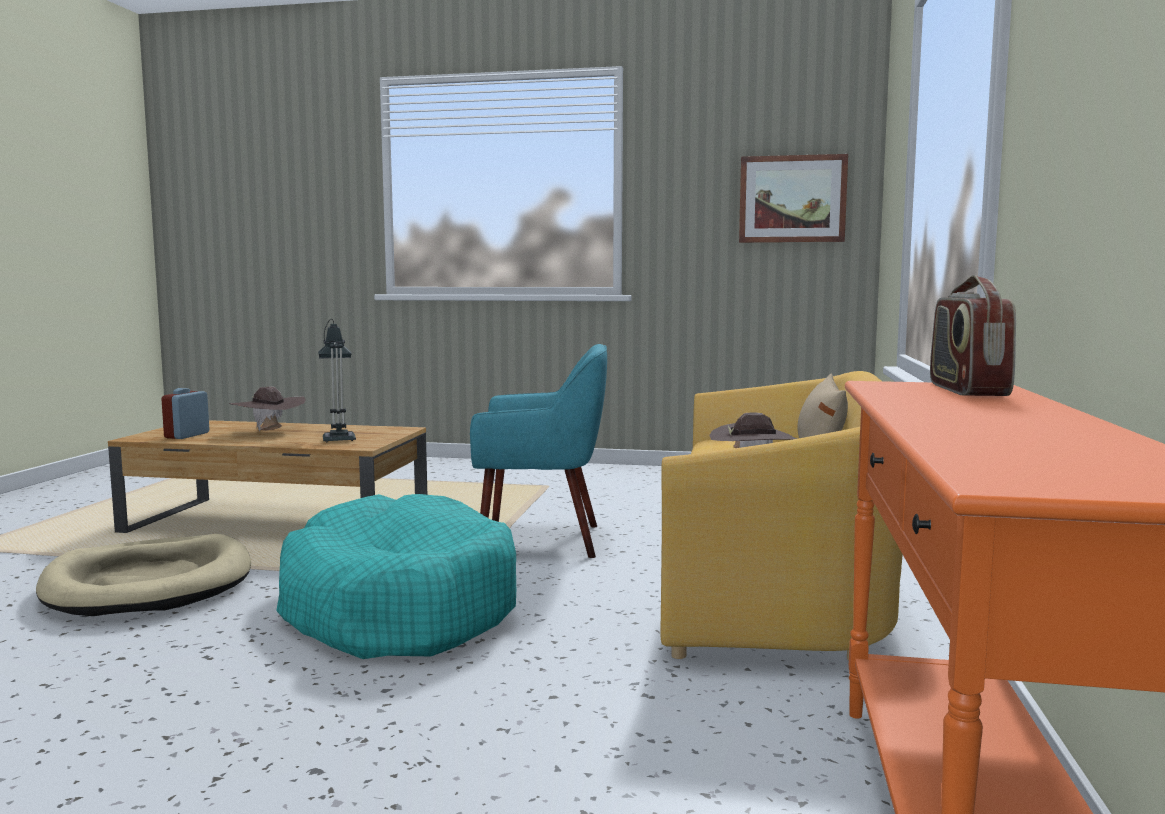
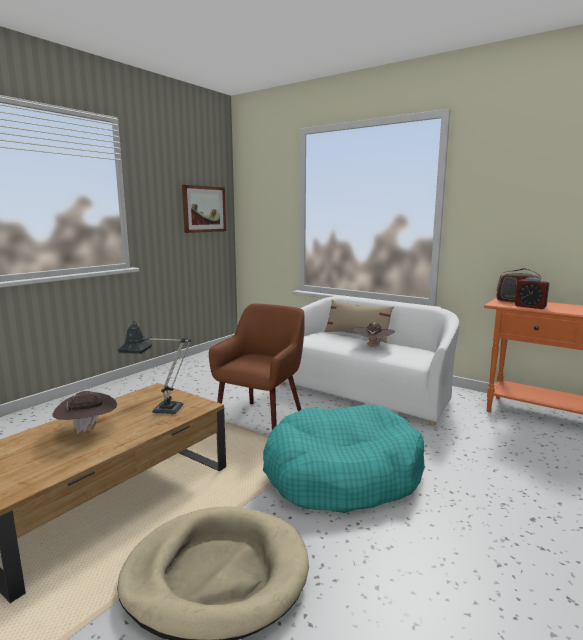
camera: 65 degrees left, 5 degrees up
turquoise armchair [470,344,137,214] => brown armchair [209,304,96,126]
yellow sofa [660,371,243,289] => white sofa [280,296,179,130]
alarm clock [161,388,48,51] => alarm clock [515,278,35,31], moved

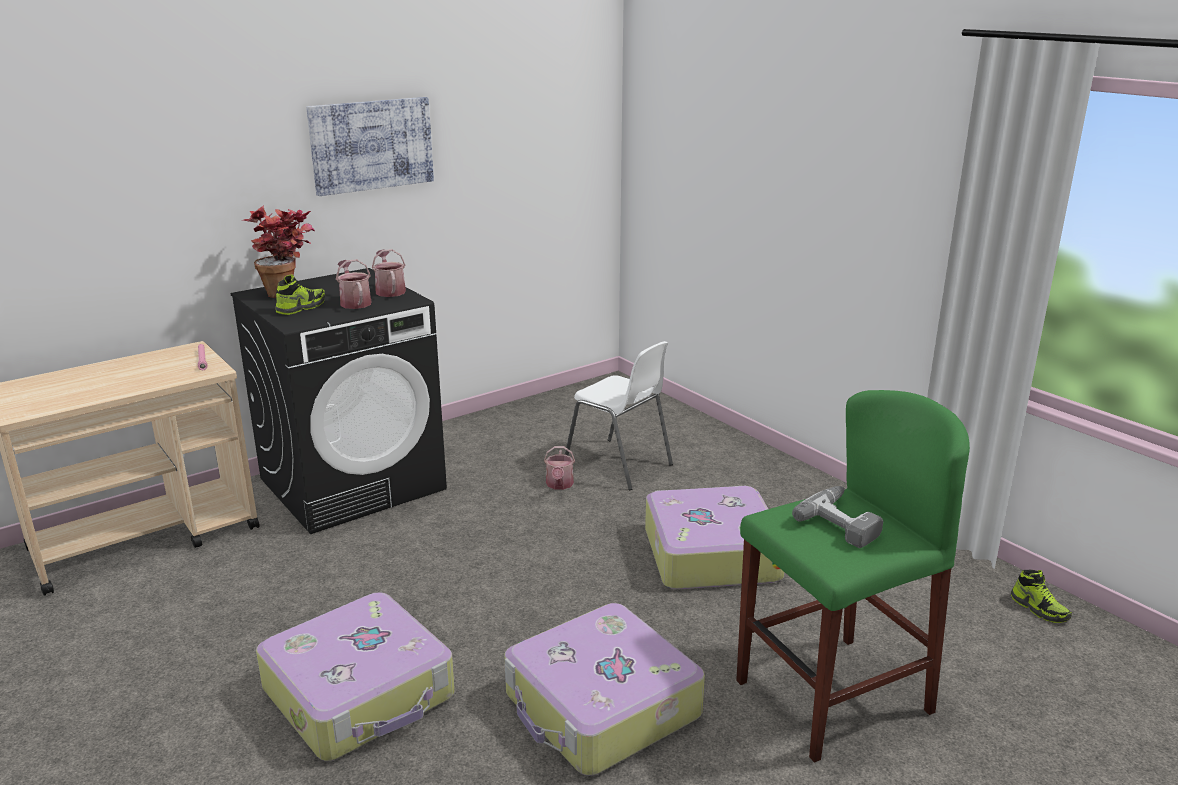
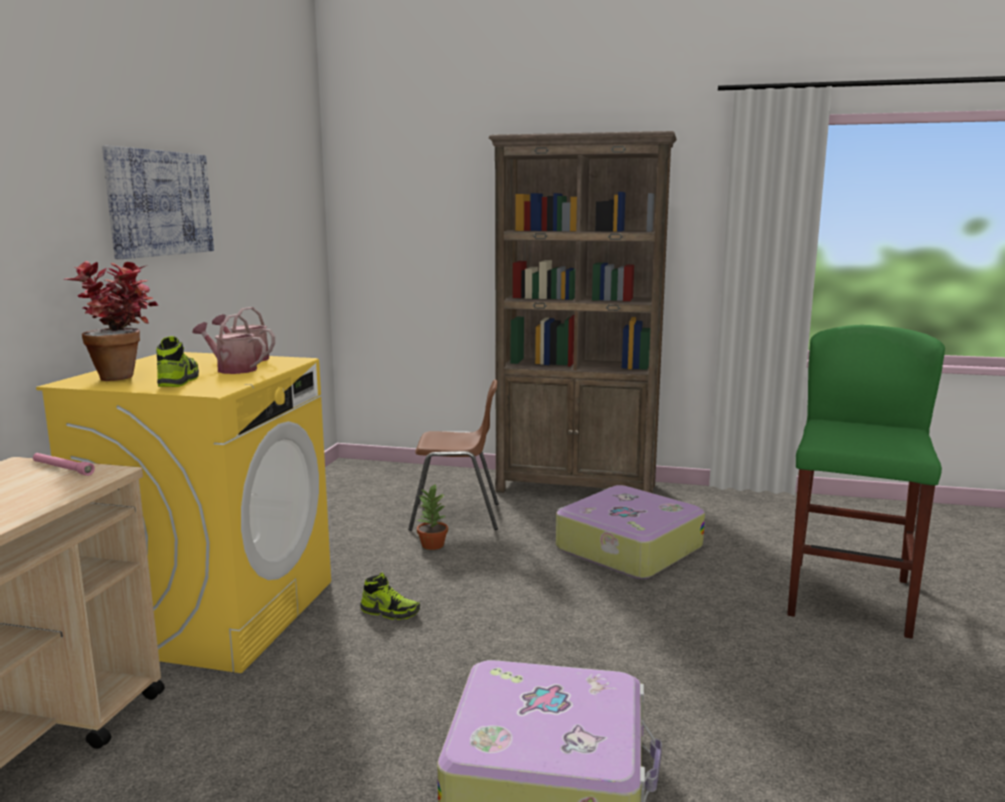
camera: 40 degrees left, 10 degrees down
black washing machine [230,268,217,266] => yellow washing machine [36,352,295,321]
shoe [1011,570,61,53] => shoe [360,573,60,47], moved
white chair [565,341,108,149] => brown chair [408,379,91,152]
watering can [544,446,31,44] => potted plant [417,485,31,65]
nothing => brown bookcase [489,131,188,362]
suitcase [504,603,201,173] => nothing
power drill [792,486,91,62] => nothing

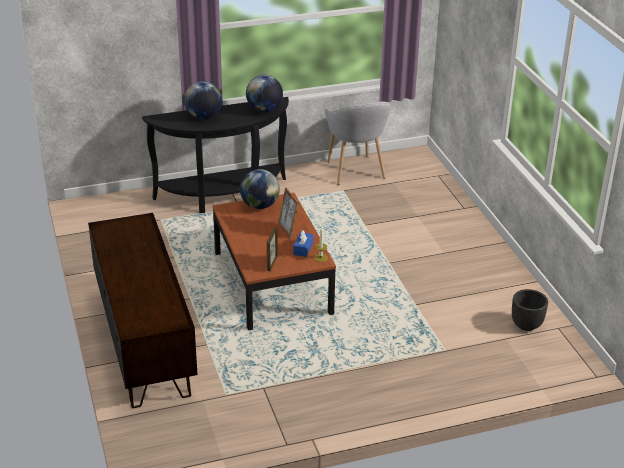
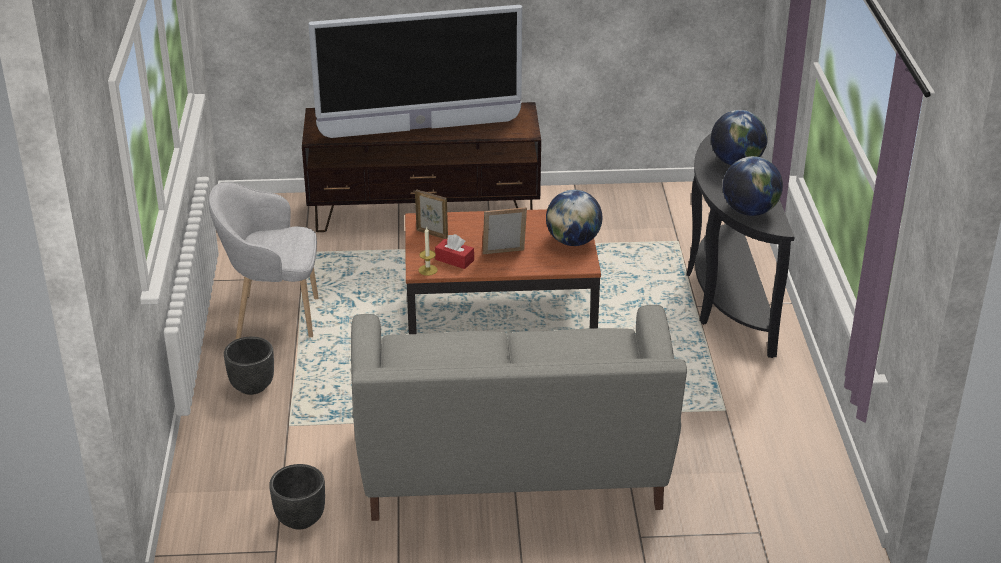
camera: 105 degrees right, 0 degrees up
grey armchair [325,102,66,83] => grey armchair [209,182,110,157], moved
nothing => black planter [224,336,50,59]
nothing => television [308,5,214,133]
nothing => grey sofa [351,305,336,216]
blue tissue box [293,230,20,27] => red tissue box [435,234,39,35]

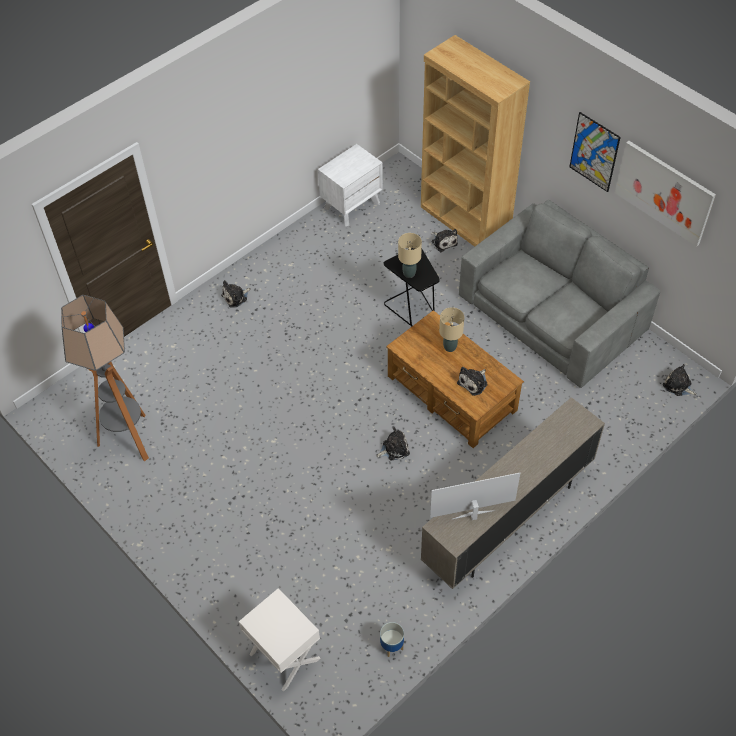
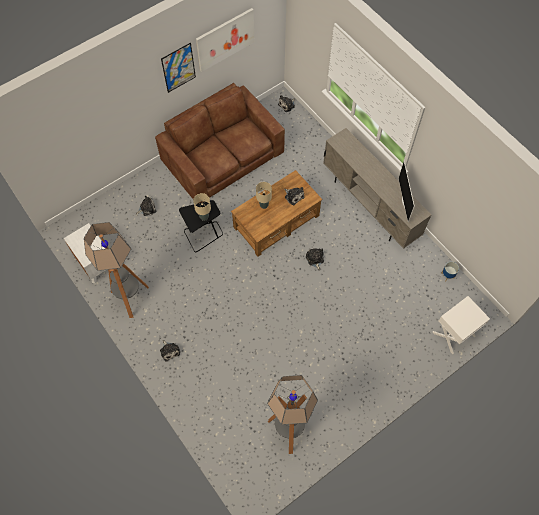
camera: 85 degrees left, 10 degrees up
nothing => floor lamp [84,222,65,96]
grey sofa [459,200,201,188] => brown sofa [155,83,130,121]
brown bookcase [421,35,109,212] => nothing

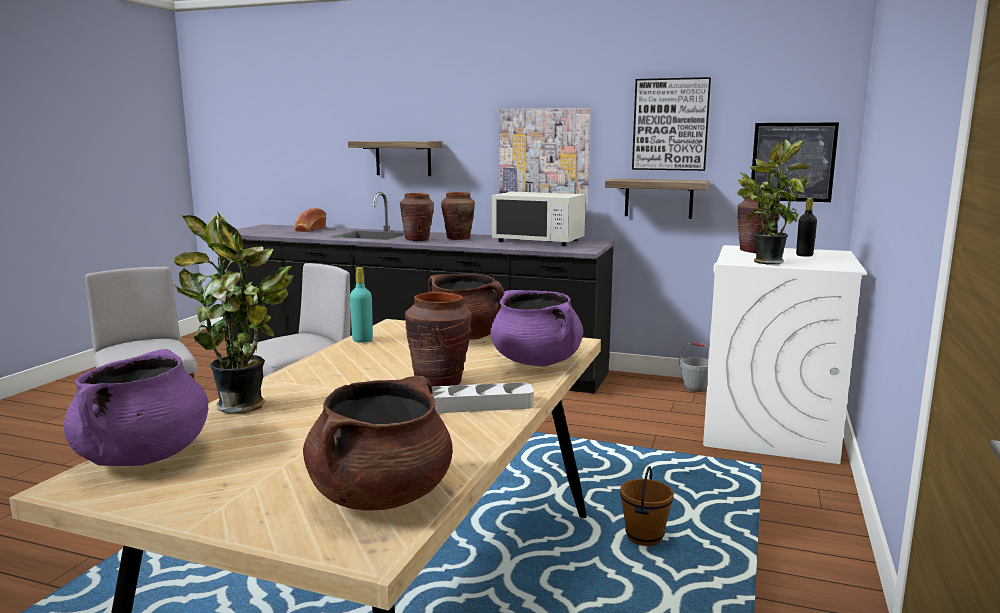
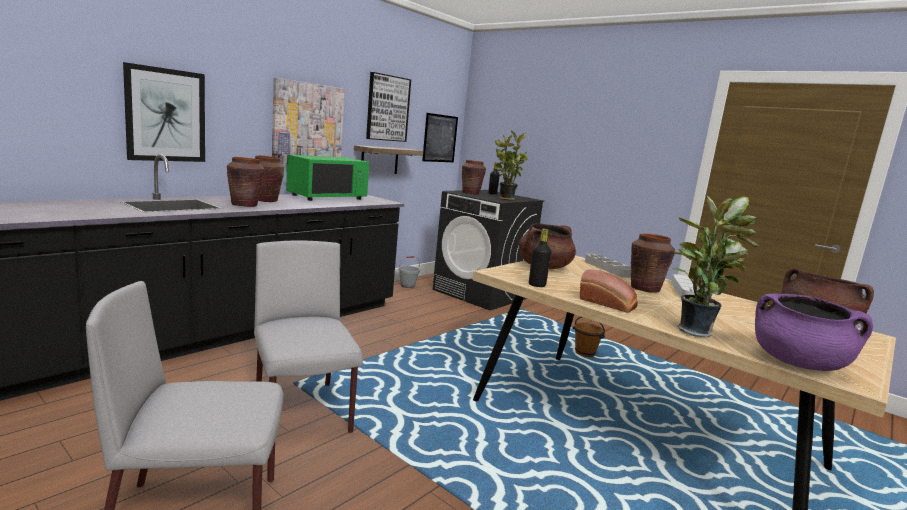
camera: 70 degrees left, 0 degrees up
shelf [348,141,94,35] => picture [123,62,82,100]
white microwave [492,192,94,54] => green microwave [286,155,83,46]
white washing machine [703,245,164,219] => black washing machine [433,190,111,120]
turquoise bottle [350,267,23,76] => black bottle [529,229,23,58]
bread [294,208,32,24] => bread [580,270,58,42], moved
purple cooking pot [490,290,93,77] => grey tray [585,254,46,24]

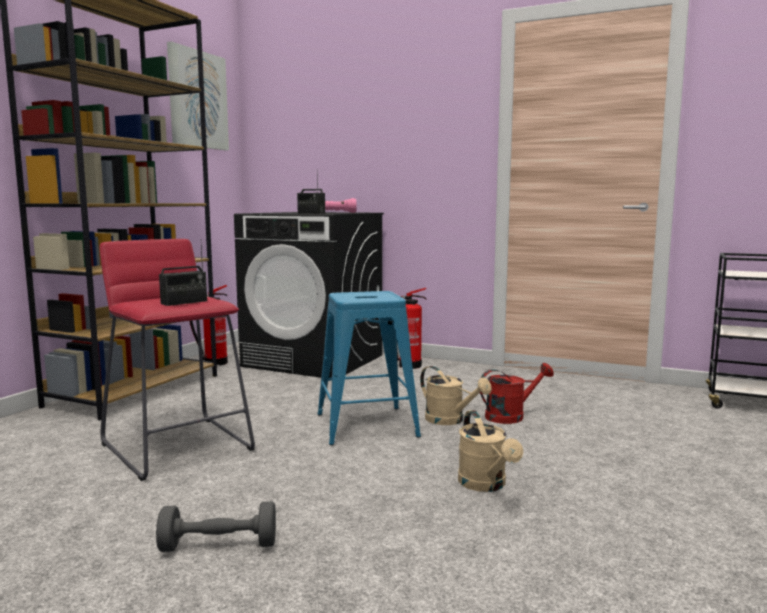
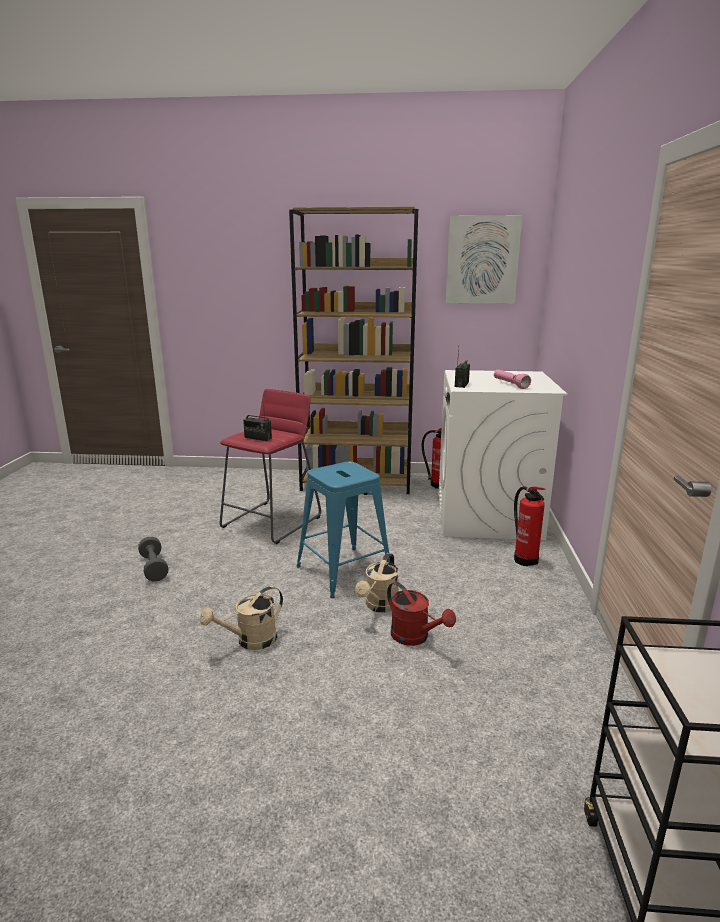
camera: 70 degrees right, 10 degrees up
black washing machine [234,212,150,166] => white washing machine [439,370,128,170]

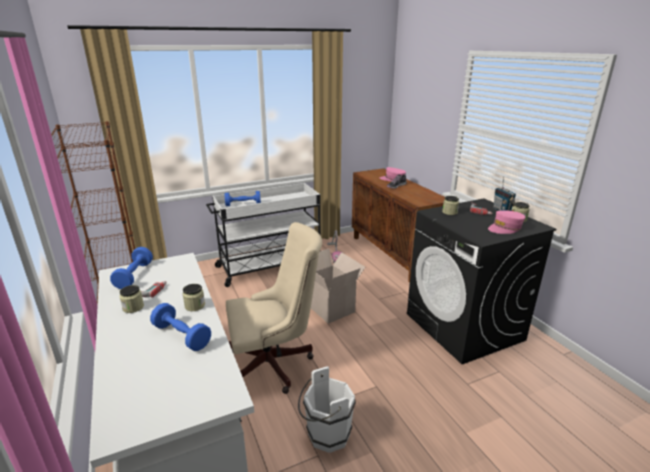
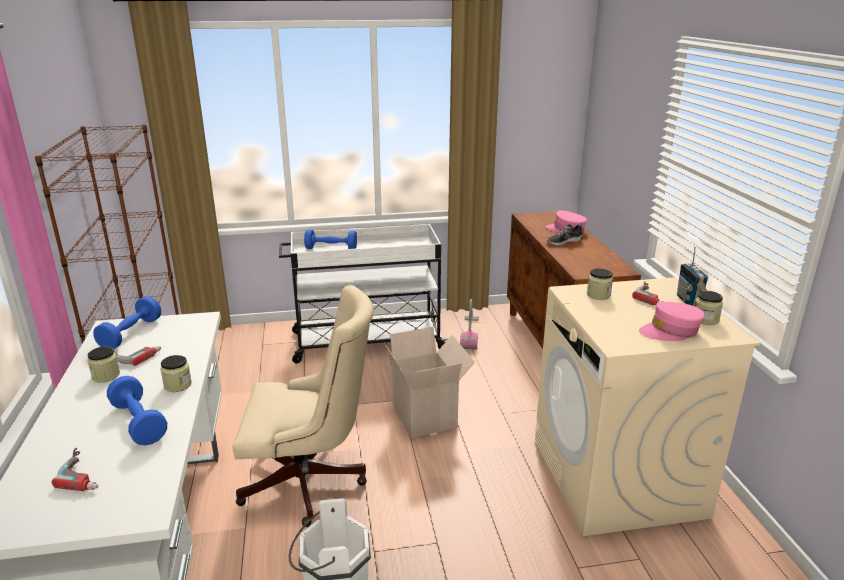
camera: 15 degrees right, 0 degrees up
nothing => power drill [52,448,46,43]
black washing machine [407,199,149,165] => beige washing machine [535,277,225,259]

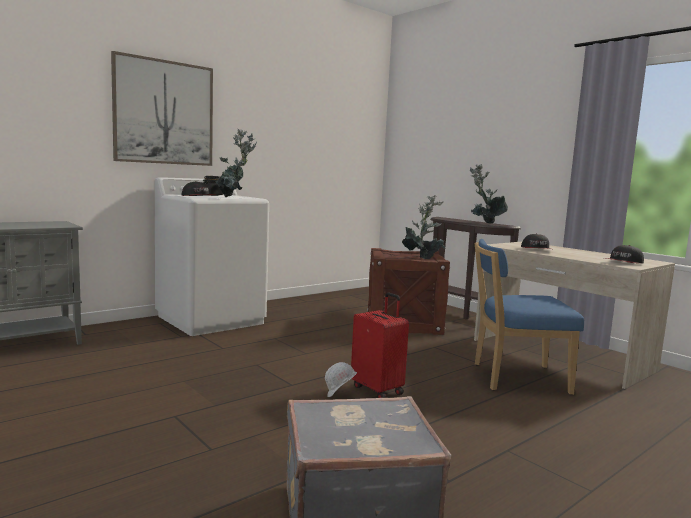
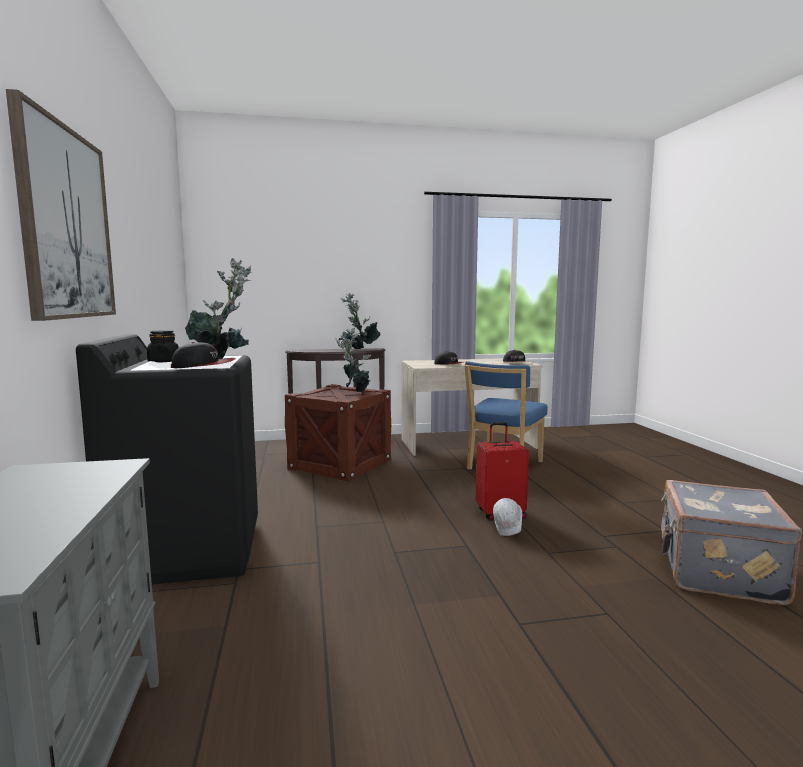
camera: 60 degrees left, 0 degrees up
white washing machine [155,177,114,159] => black washing machine [76,334,182,250]

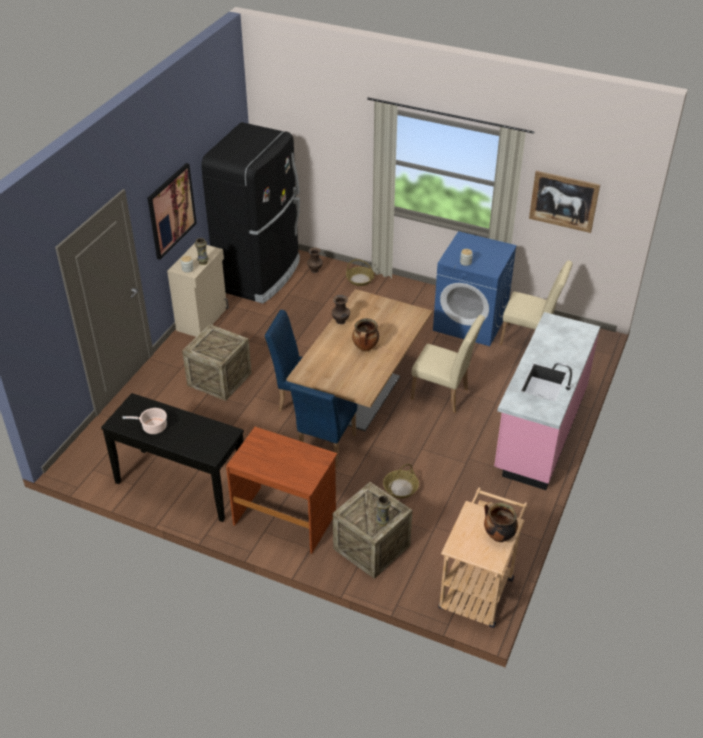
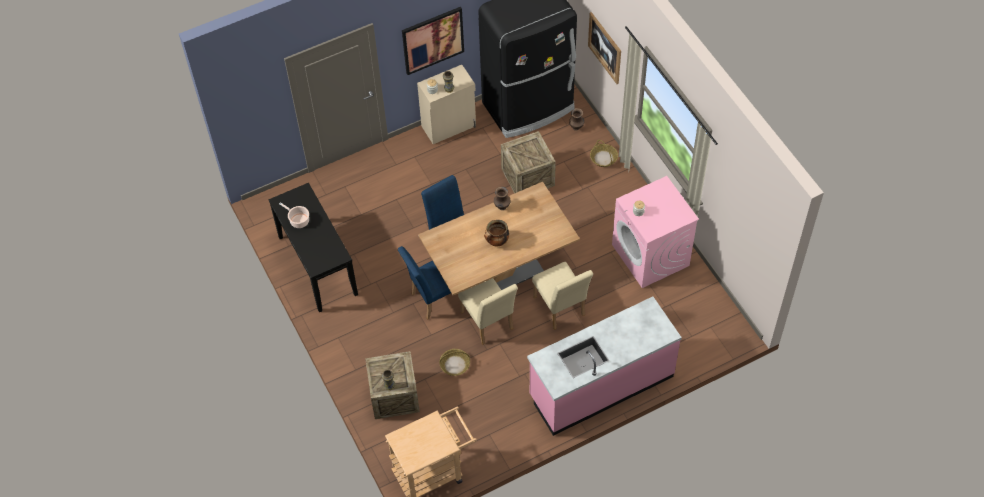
camera: 40 degrees right, 15 degrees up
beige chair [500,260,73,85] => beige chair [458,278,60,66], moved
crate [182,324,70,77] => crate [501,131,55,63], moved
picture [529,171,71,62] => picture [588,12,33,72], moved
blue washing machine [433,231,84,115] => pink washing machine [612,176,87,112]
brown desk [226,427,111,127] => nothing
cooking pot [484,502,34,40] => nothing

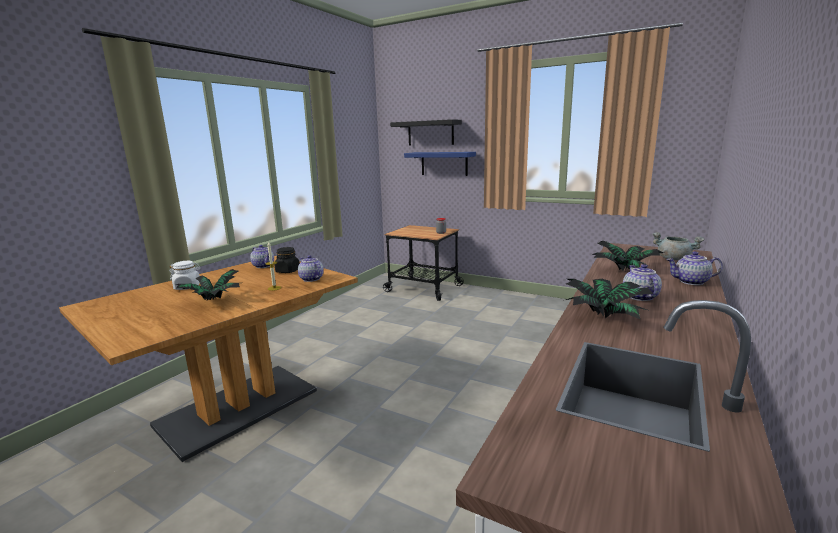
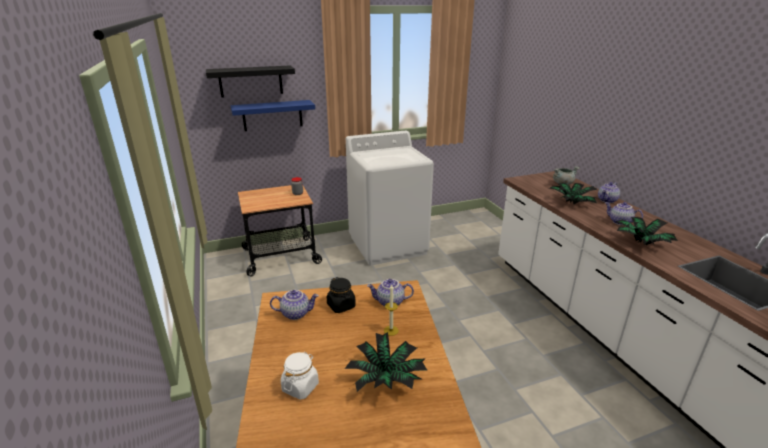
camera: 50 degrees left, 10 degrees up
nothing => white washing machine [346,131,88,135]

